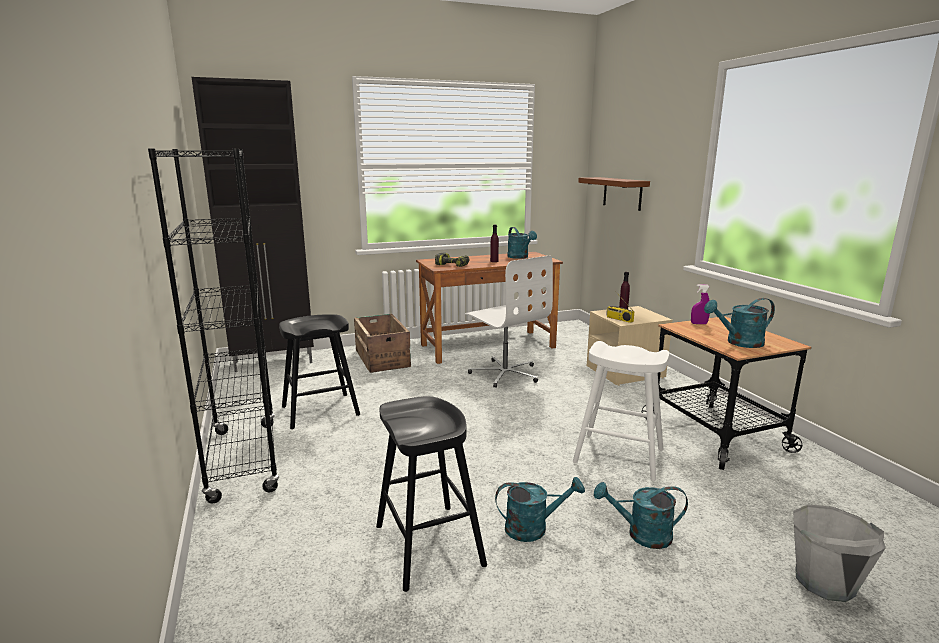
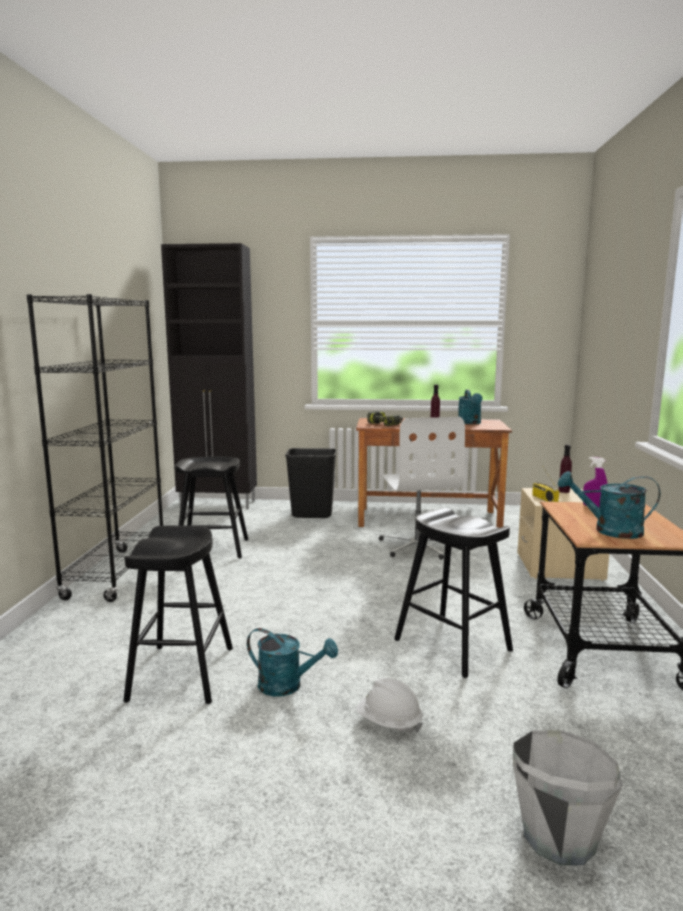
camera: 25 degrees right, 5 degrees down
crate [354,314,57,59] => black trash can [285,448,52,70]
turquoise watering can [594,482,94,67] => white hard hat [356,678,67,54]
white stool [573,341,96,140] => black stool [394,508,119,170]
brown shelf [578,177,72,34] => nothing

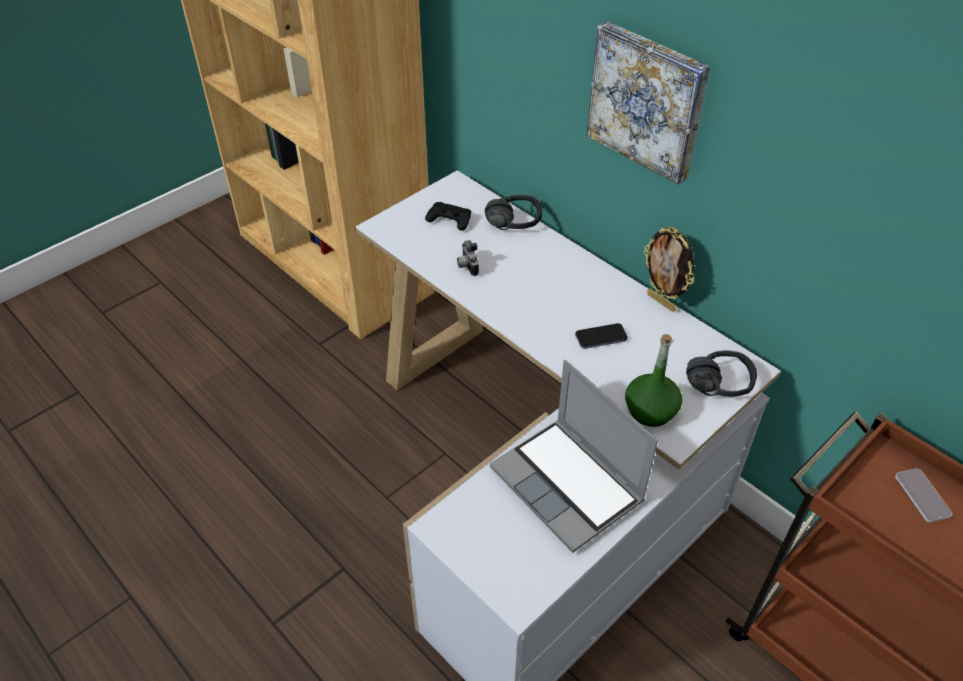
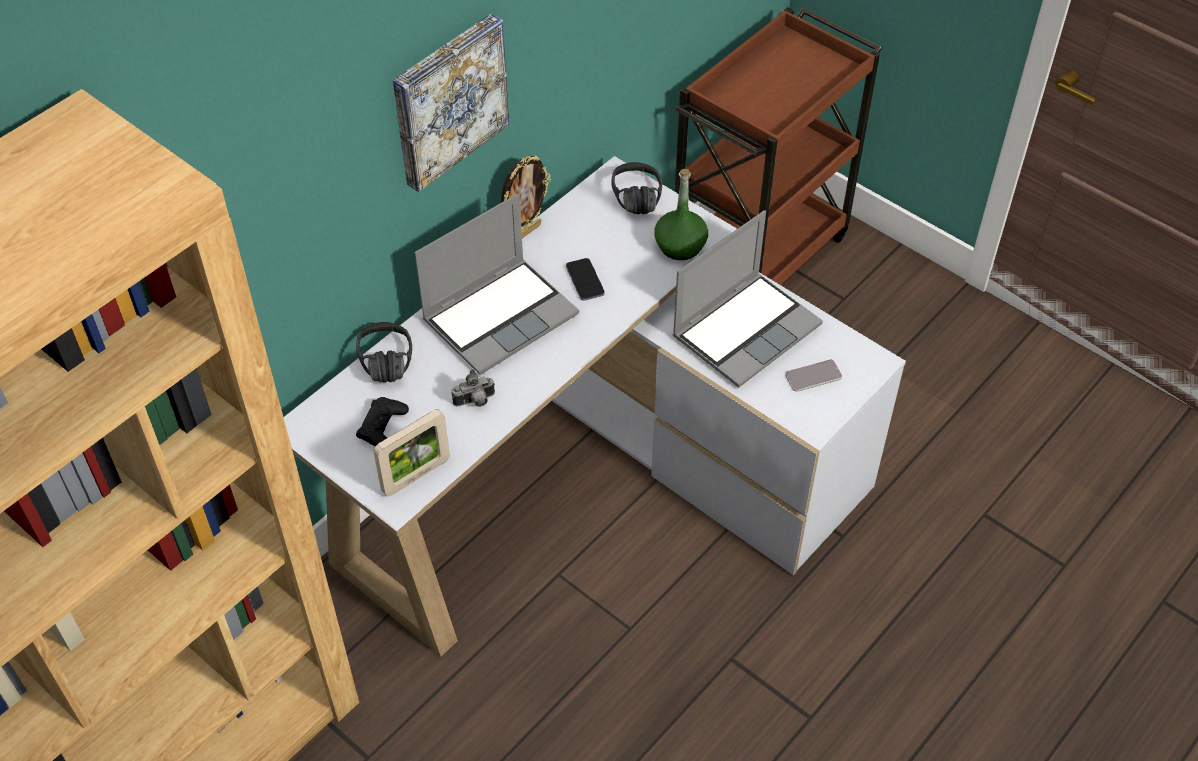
camera: 95 degrees left, 5 degrees up
nothing => picture frame [374,409,76,87]
nothing => laptop [415,194,164,181]
phone [895,468,57,54] => phone [785,359,57,33], moved

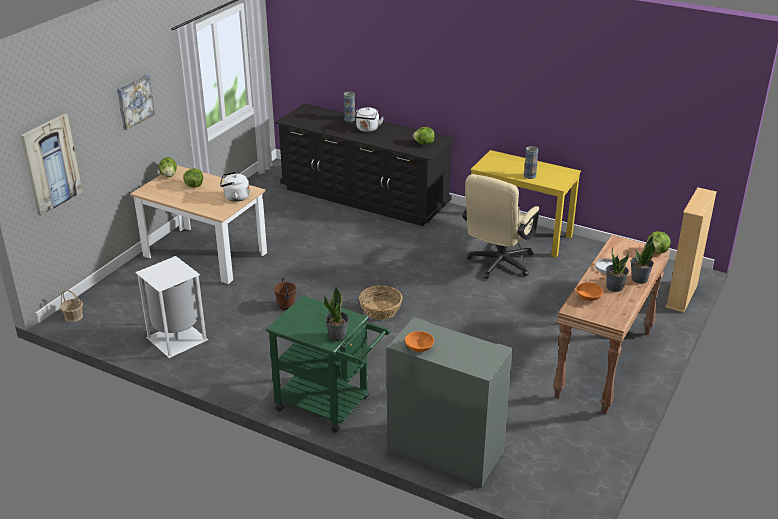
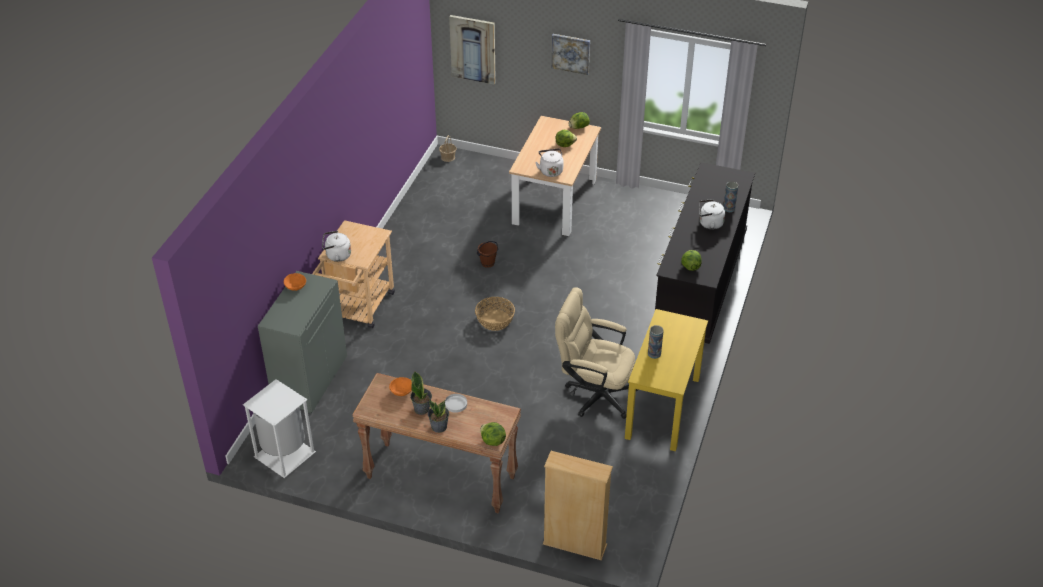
camera: 80 degrees right, 10 degrees up
white trash can [135,256,73,102] => white trash can [243,379,73,99], moved
green cart [266,296,124,137] => beige cart [313,220,82,108]
potted plant [324,287,25,54] => white kettle [322,231,29,31]

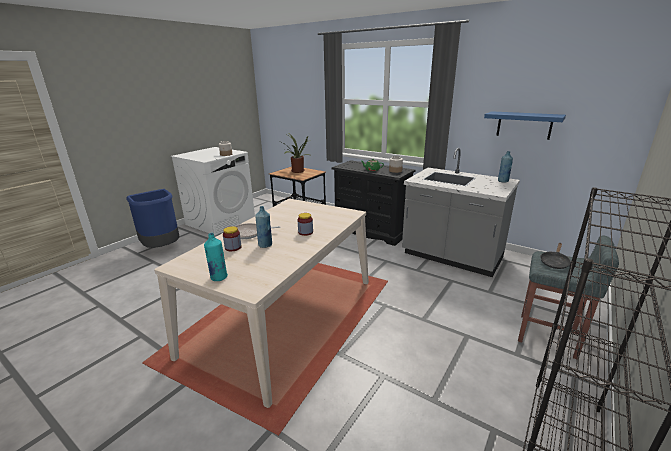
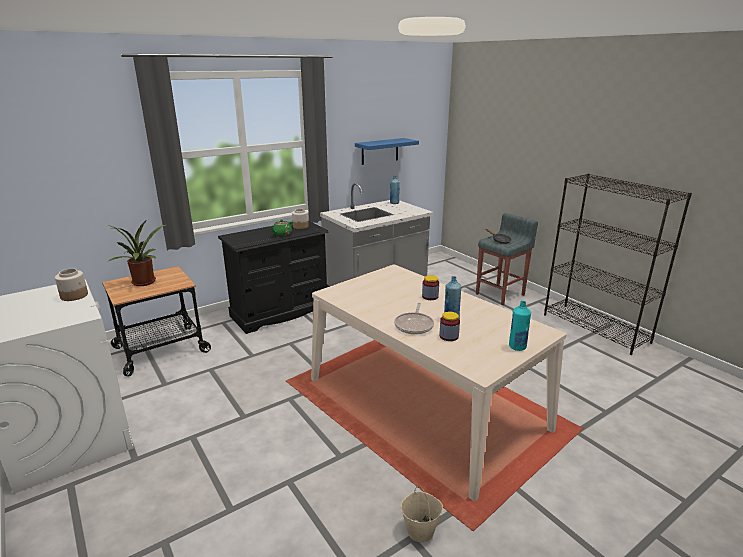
camera: 70 degrees left, 0 degrees up
nothing => beige bucket [401,486,42,56]
blue trash can [126,189,53,59] => nothing

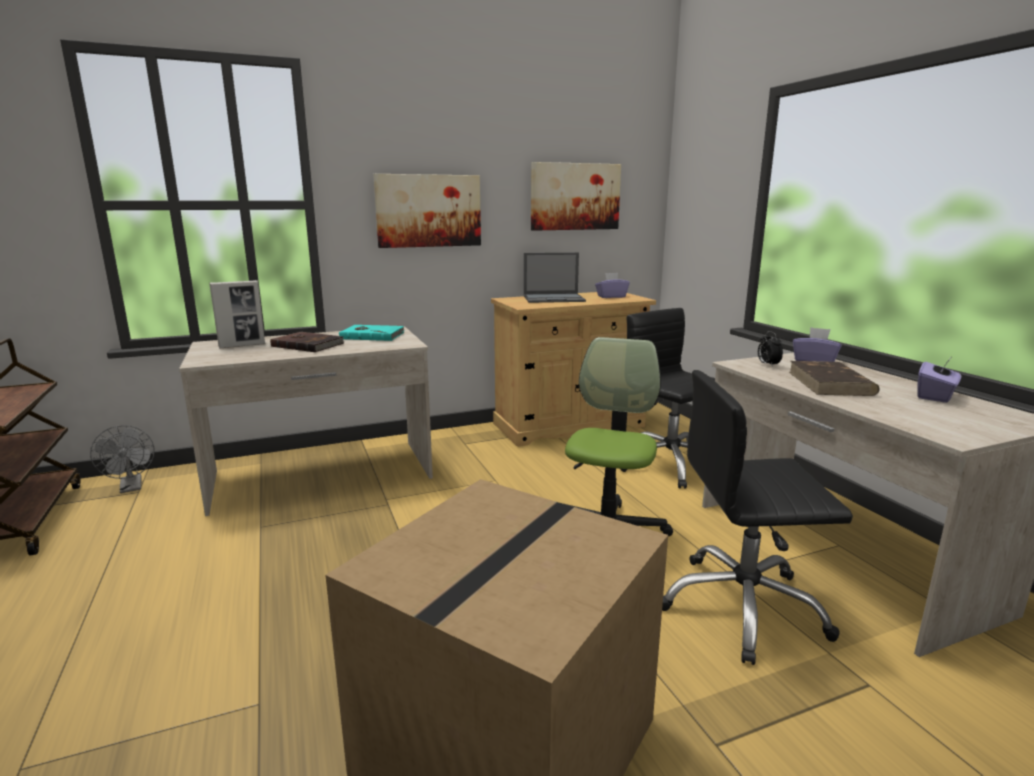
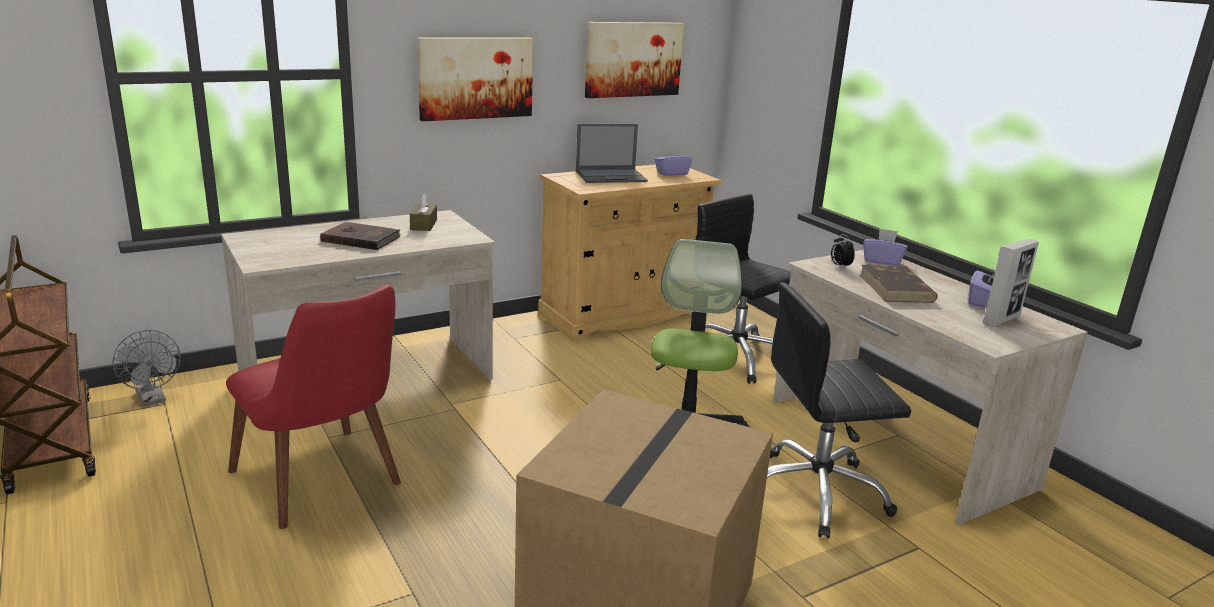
camera: 10 degrees left, 5 degrees up
nothing => red chair [226,285,175,244]
turquoise book [339,325,66,16] => brown tissue box [410,193,27,38]
picture frame [209,280,56,69] => picture frame [983,239,56,88], moved

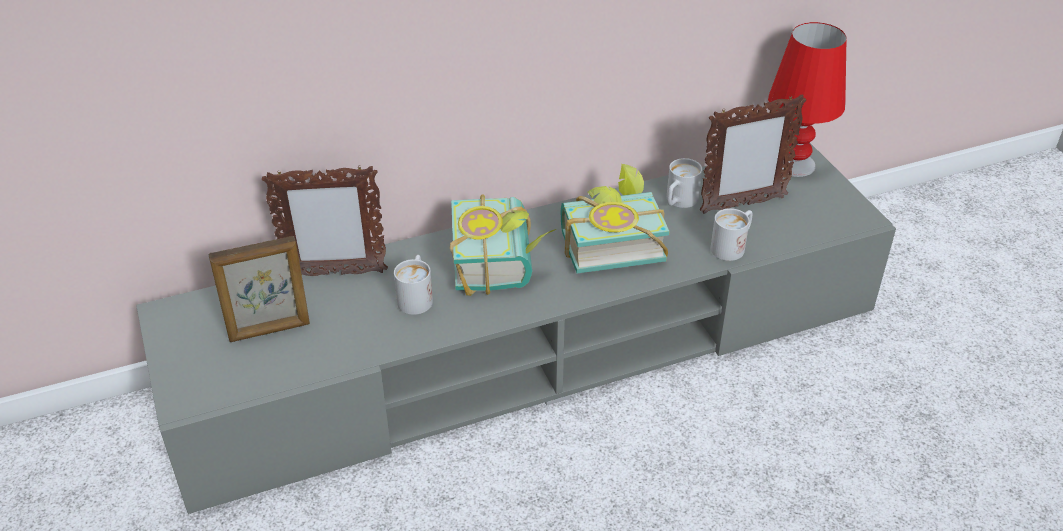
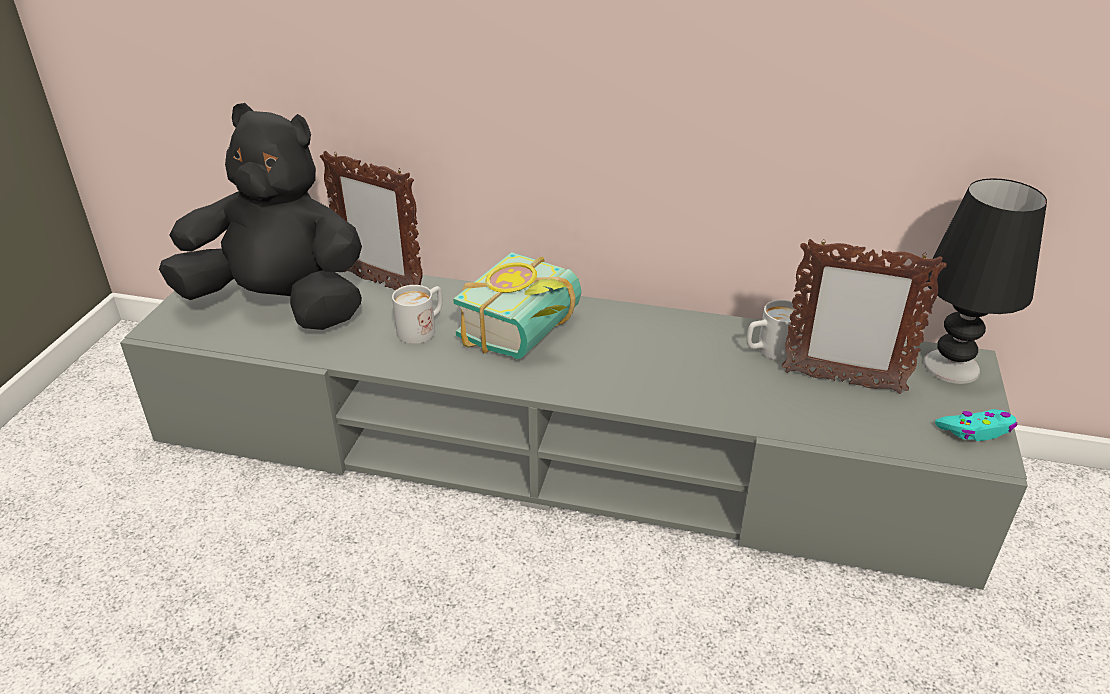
camera: 35 degrees right, 5 degrees down
picture frame [208,236,102,106] => black plush toy [159,103,203,227]
red table lamp [768,22,79,155] => black table lamp [923,178,124,206]
nothing => turquoise game controller [935,409,82,32]
book [561,164,109,109] => nothing
white mug [711,208,41,53] => nothing

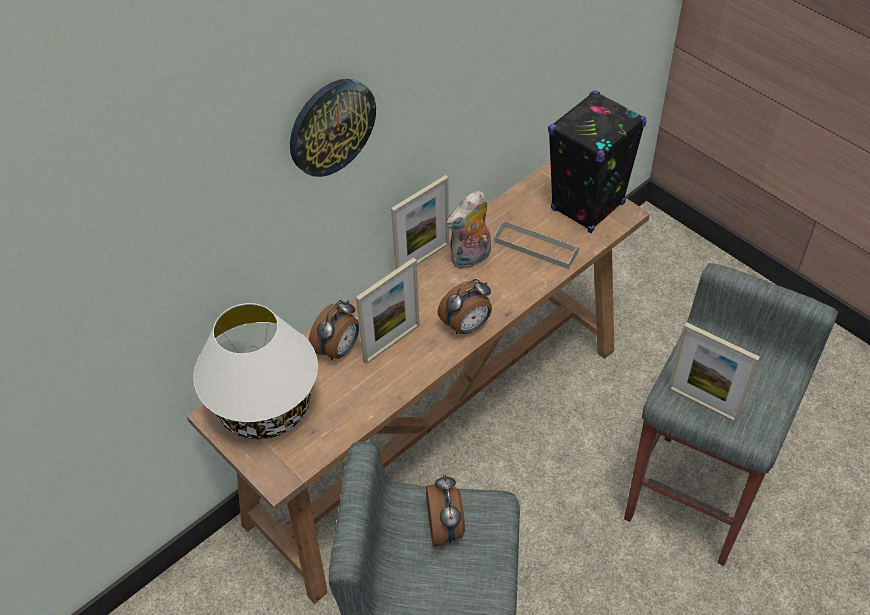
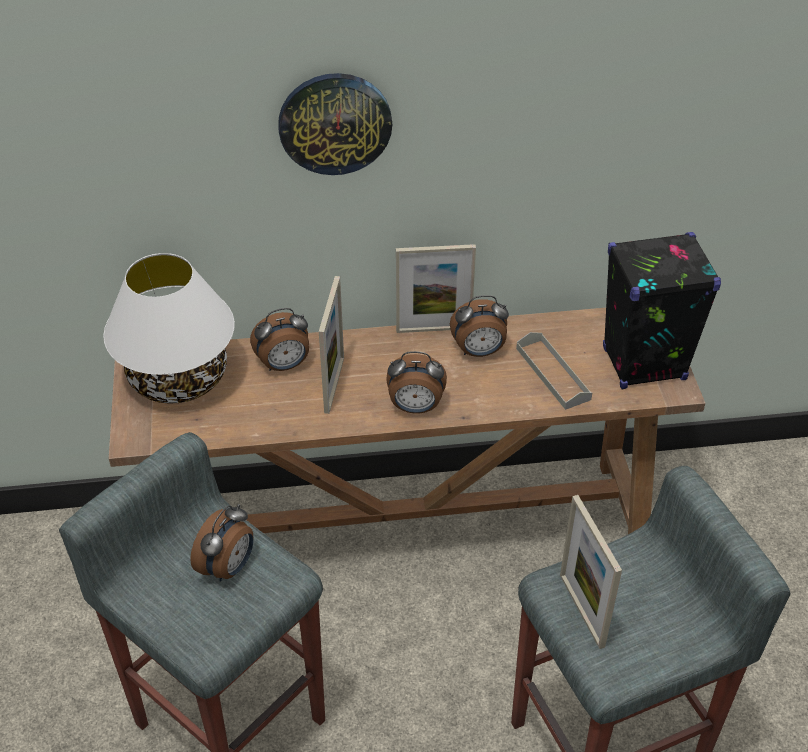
camera: 35 degrees right, 5 degrees down
picture frame [356,258,64,106] => picture frame [319,276,25,138], 75 degrees counterclockwise
plush toy [447,191,44,78] => alarm clock [450,295,59,62]

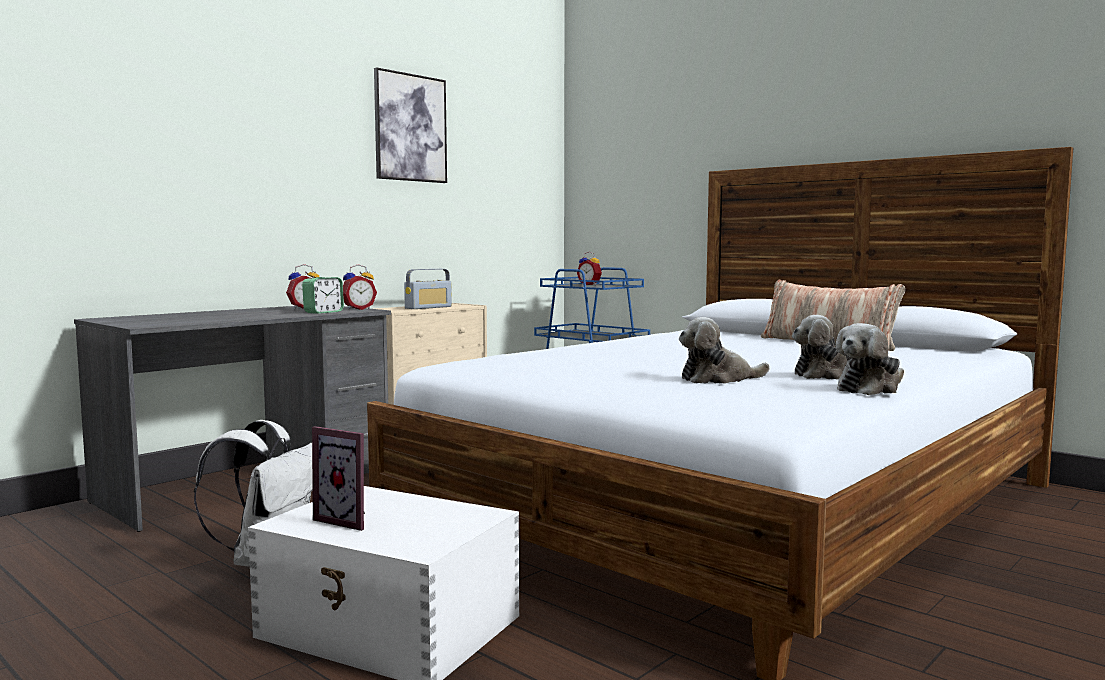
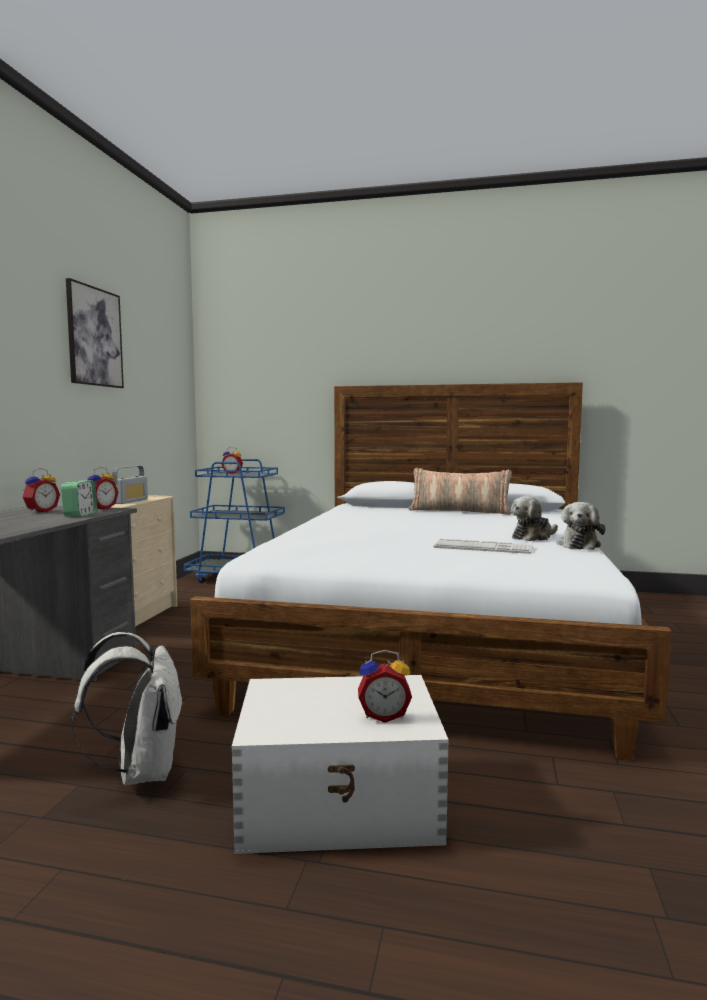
camera: 30 degrees left, 0 degrees up
nothing => alarm clock [358,650,54,73]
plush toy [679,317,91,67] => keyboard [434,539,99,15]
picture frame [312,426,53,105] => nothing

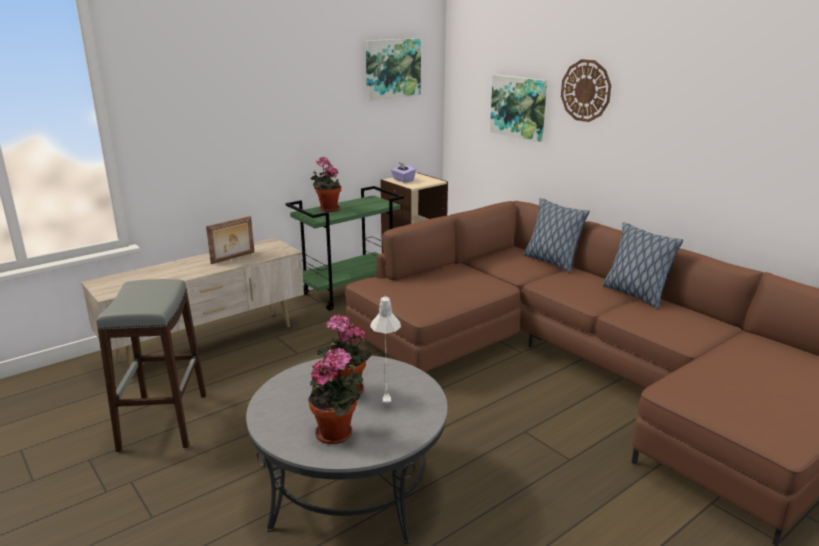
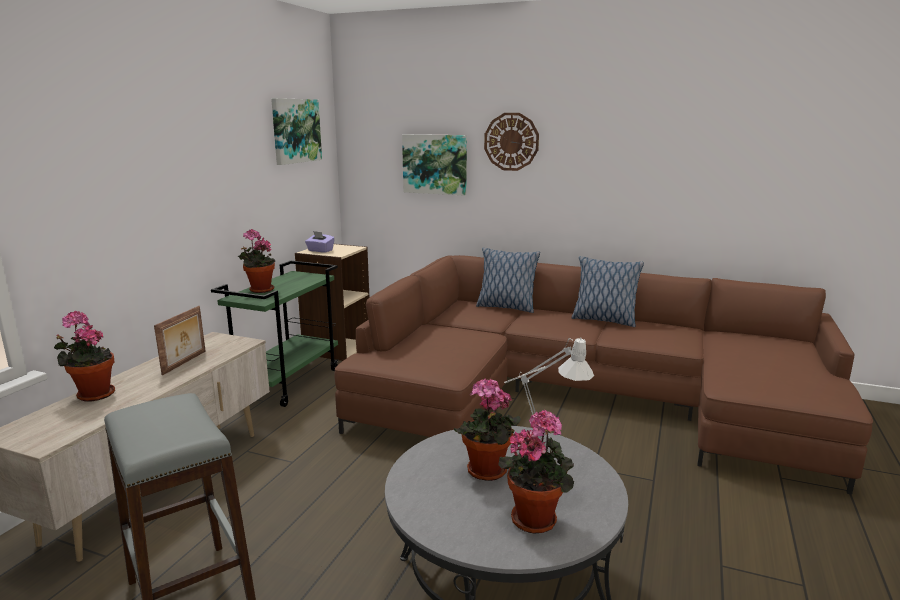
camera: 30 degrees left, 5 degrees down
nothing => potted plant [54,311,61,91]

